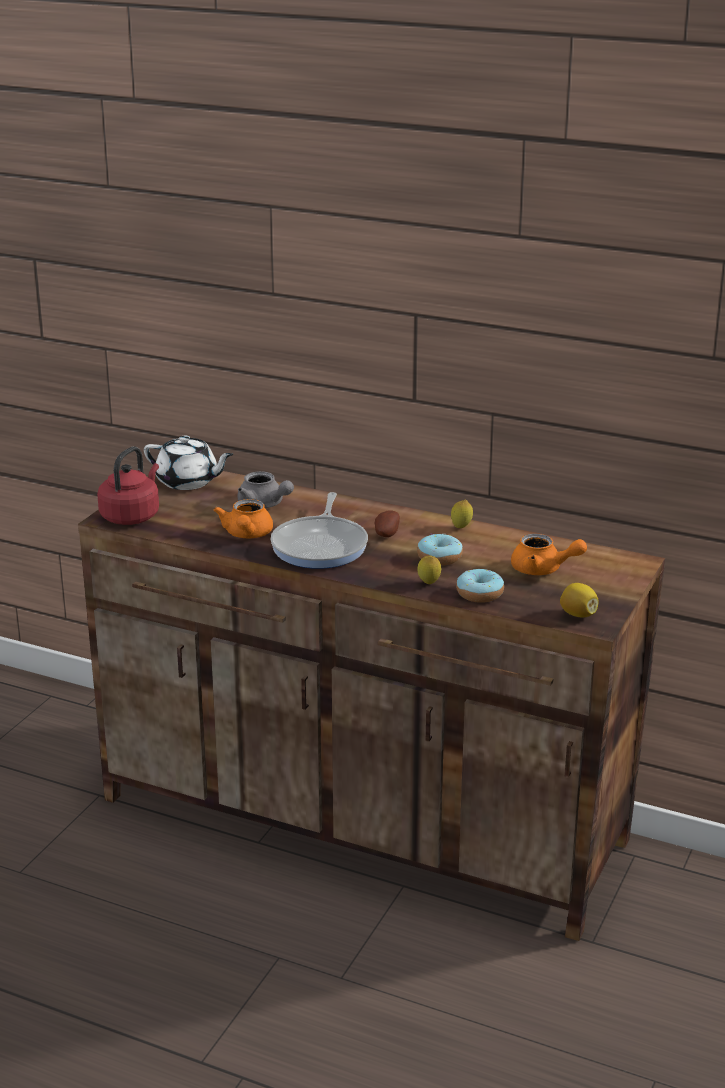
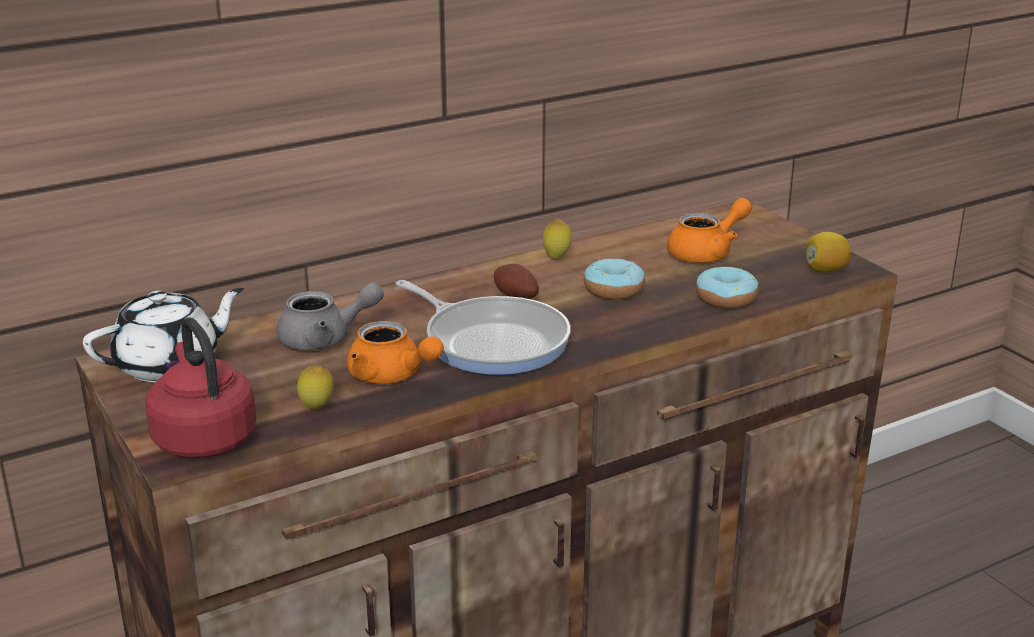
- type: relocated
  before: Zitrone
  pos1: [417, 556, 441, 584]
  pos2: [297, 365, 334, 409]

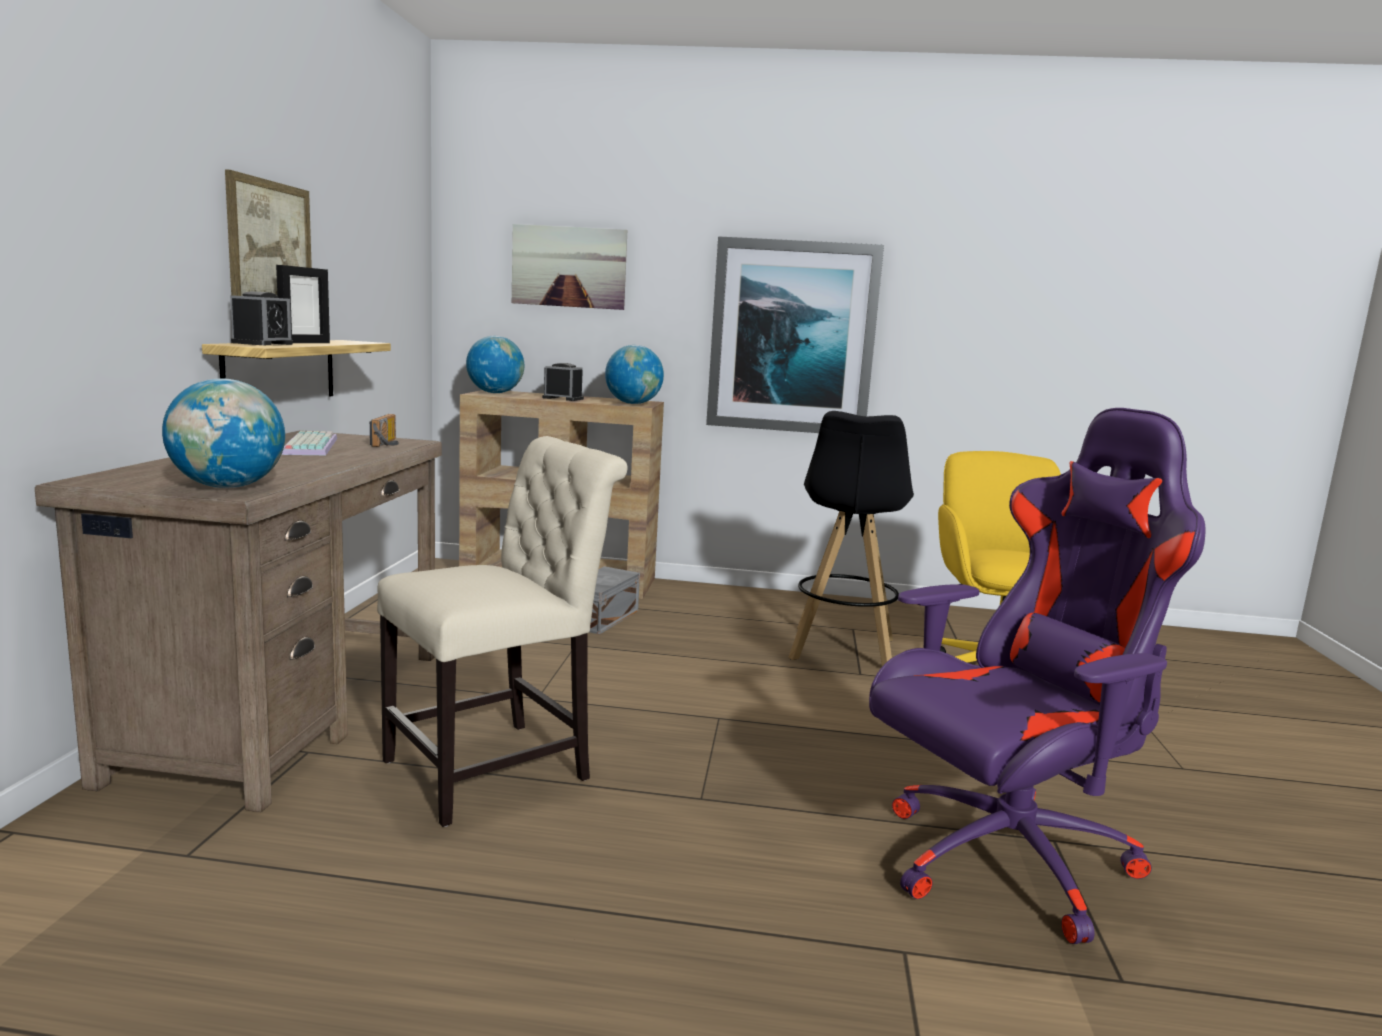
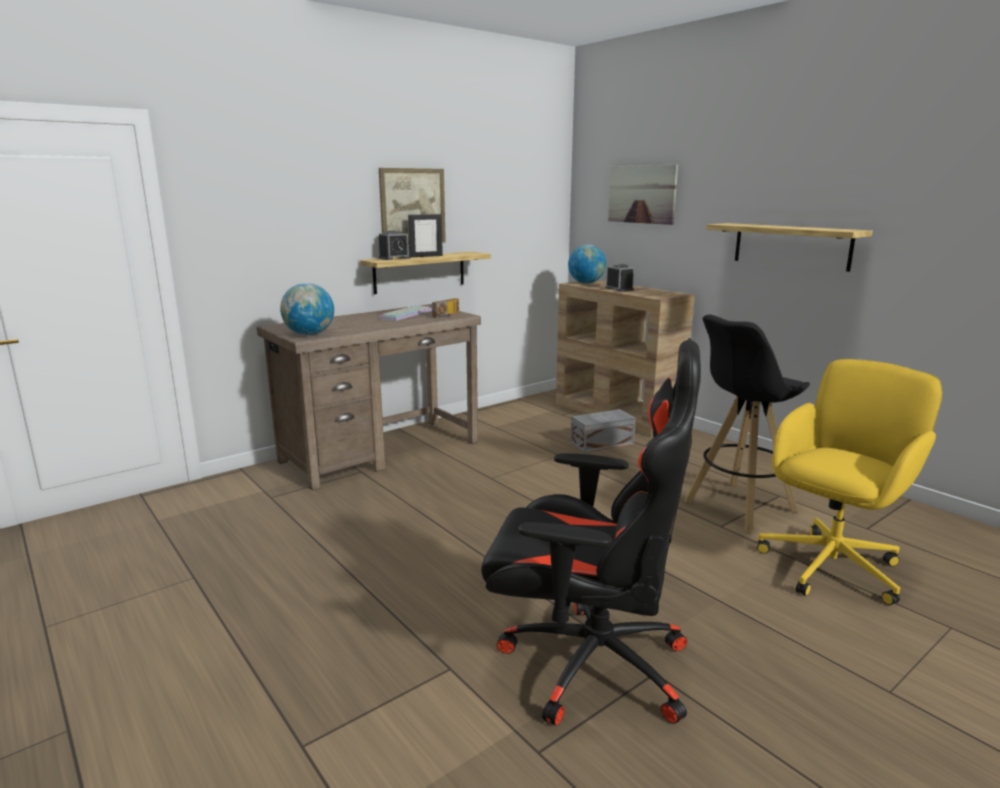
- type: colour
  before: Bürostuhl (lila)
  after: Bürostuhl (schwarz)
  pos1: [869, 408, 1205, 944]
  pos2: [481, 338, 701, 726]
- type: exchanged
  before: Bild
  after: Wandregal
  pos1: [706, 236, 884, 433]
  pos2: [706, 223, 873, 272]
- type: missing
  before: Stuhl (beige)
  pos1: [377, 436, 628, 827]
- type: missing
  before: Globus
  pos1: [605, 345, 664, 404]

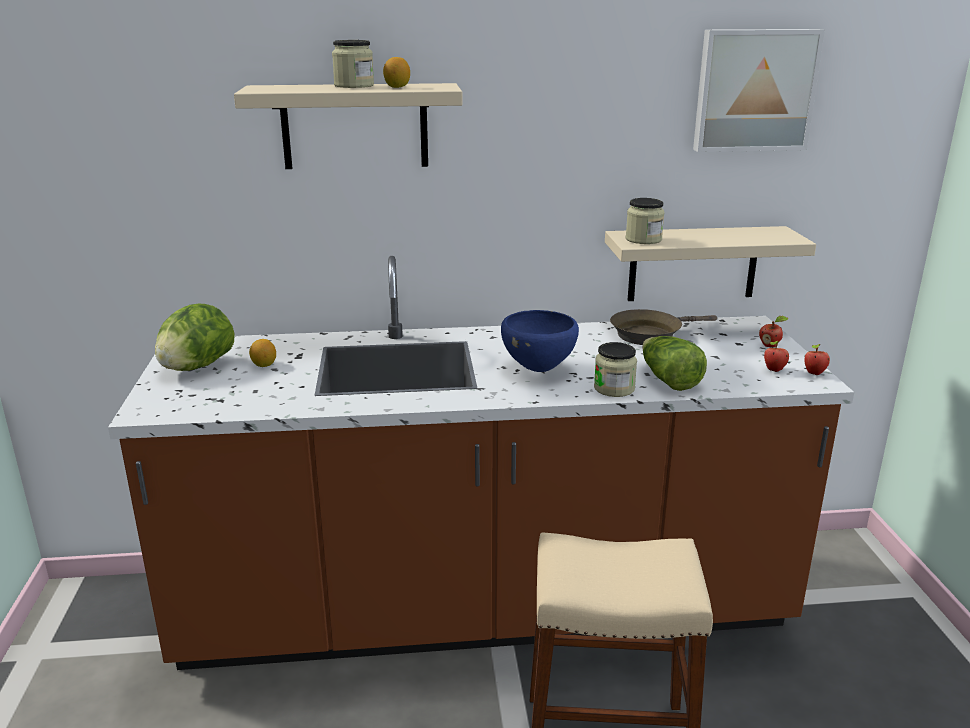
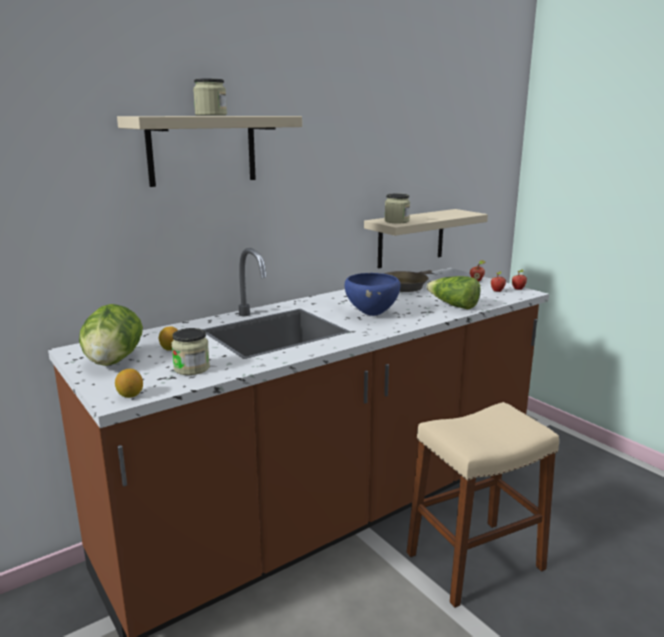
- type: relocated
  before: Zitrone
  pos1: [383, 57, 410, 88]
  pos2: [115, 369, 143, 398]
- type: relocated
  before: Vorratsglas
  pos1: [594, 342, 637, 397]
  pos2: [171, 328, 210, 375]
- type: missing
  before: Bild
  pos1: [693, 29, 825, 152]

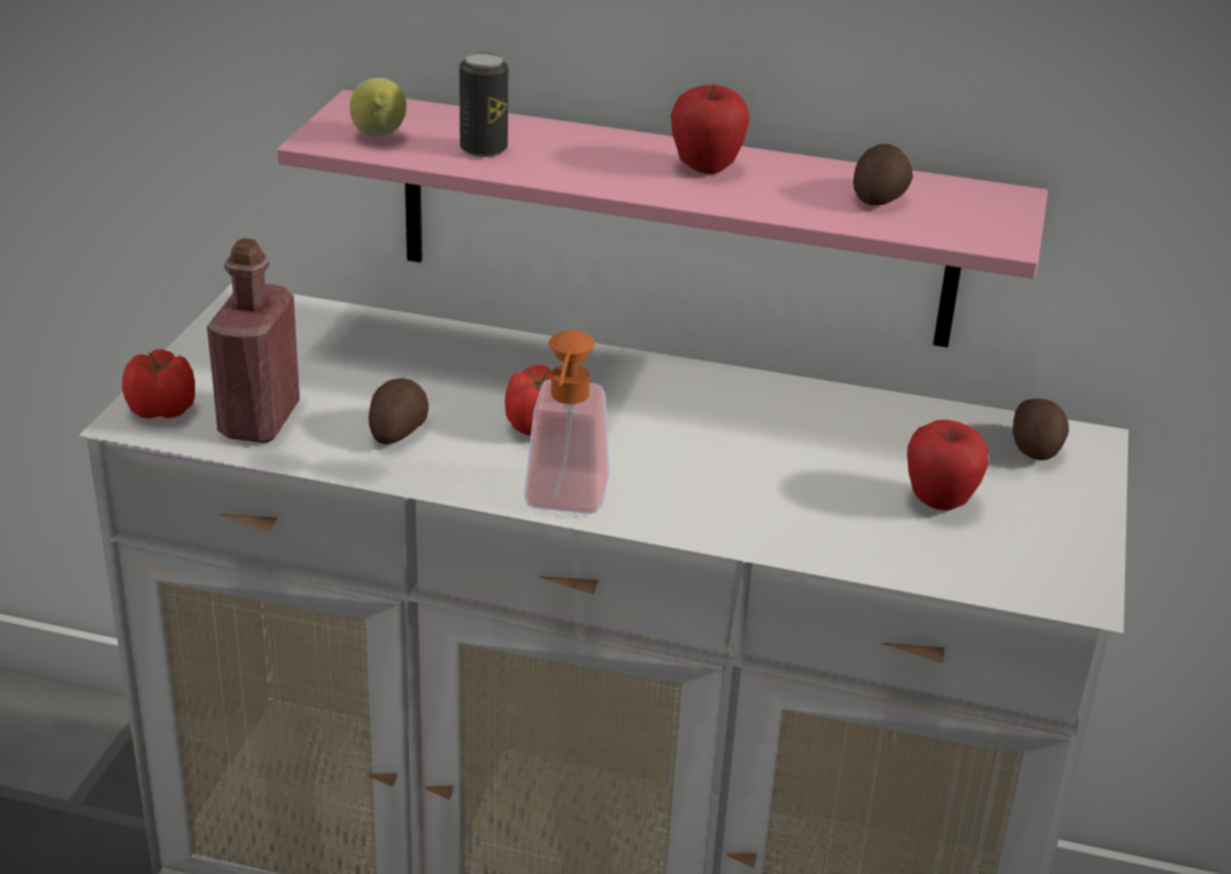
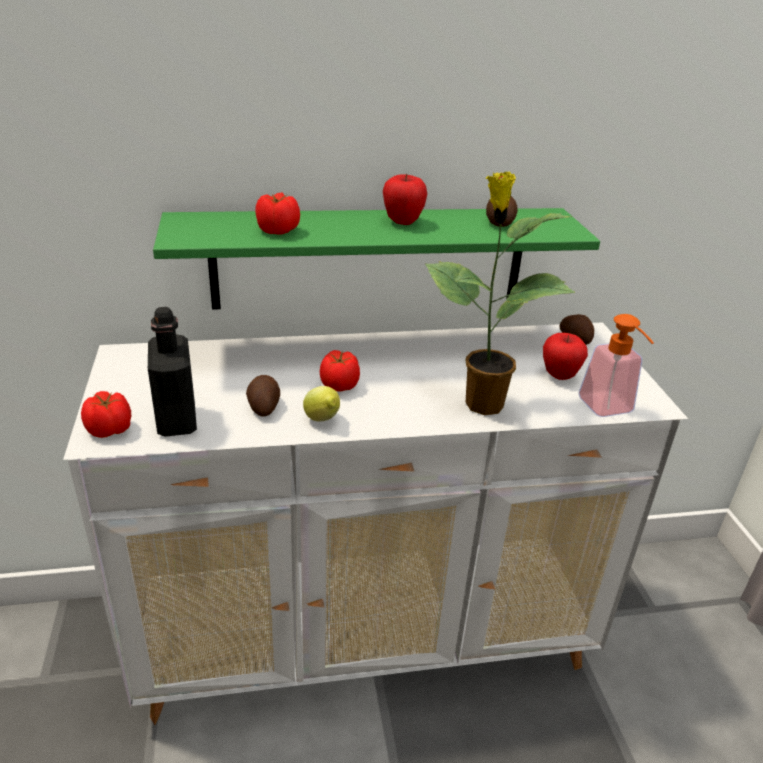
- type: colour
  before: Flasche (rot)
  after: Flasche (schwarz)
  pos1: [207, 238, 300, 443]
  pos2: [148, 307, 197, 437]
- type: colour
  before: Wandregal (rosa)
  after: Wandregal (grün)
  pos1: [277, 90, 1048, 348]
  pos2: [153, 208, 600, 310]
- type: exchanged
  before: Dose
  after: Tomate
  pos1: [459, 52, 508, 157]
  pos2: [255, 192, 300, 235]
- type: relocated
  before: Zitrone
  pos1: [350, 78, 407, 137]
  pos2: [303, 386, 340, 421]
- type: appeared
  after: Topfpflanze
  pos2: [425, 172, 575, 415]
- type: relocated
  before: Seifenspender
  pos1: [524, 330, 609, 514]
  pos2: [579, 314, 654, 417]

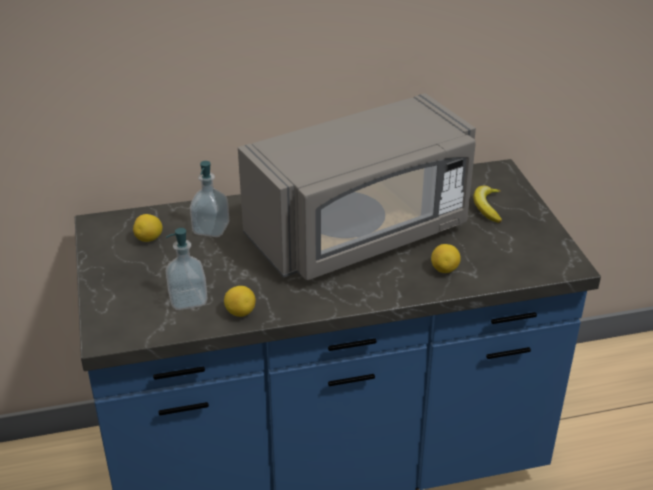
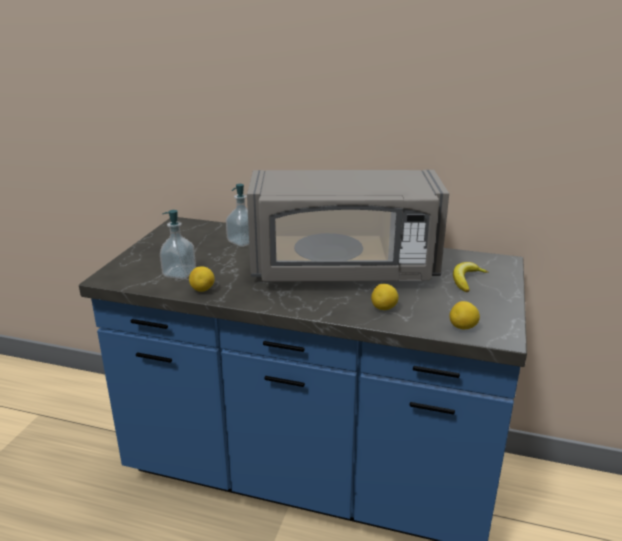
- type: relocated
  before: Zitrone
  pos1: [133, 214, 162, 242]
  pos2: [450, 301, 480, 329]

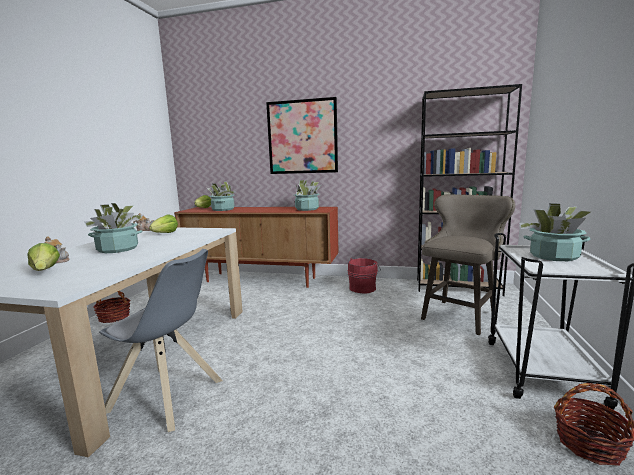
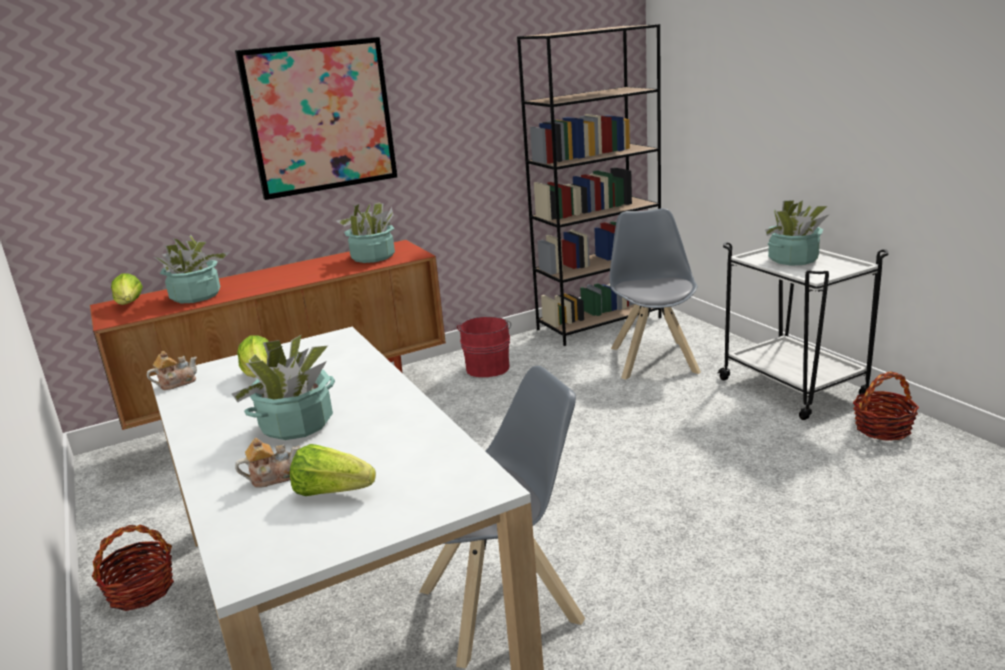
- type: exchanged
  before: Hocker (beige)
  after: Stuhl (grau)
  pos1: [421, 194, 515, 335]
  pos2: [610, 208, 701, 380]

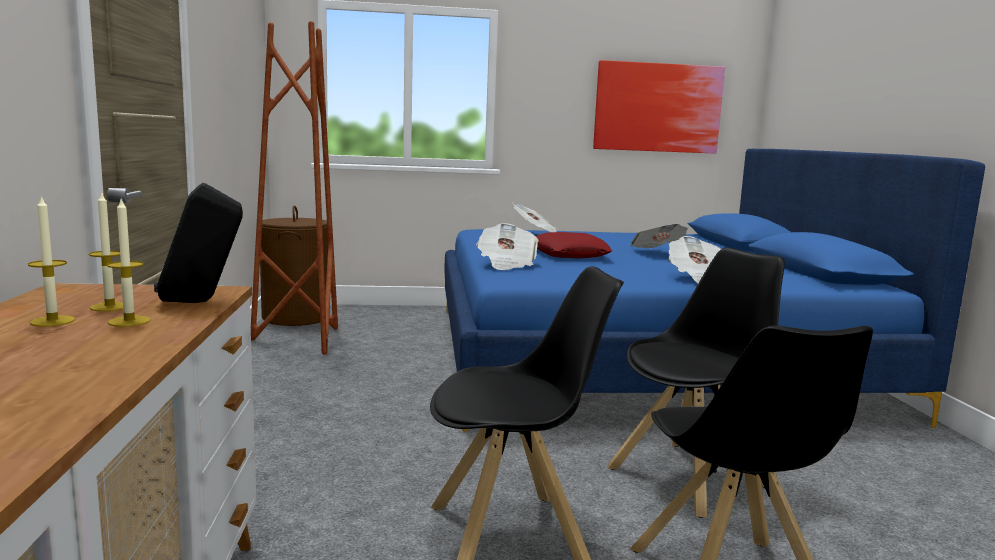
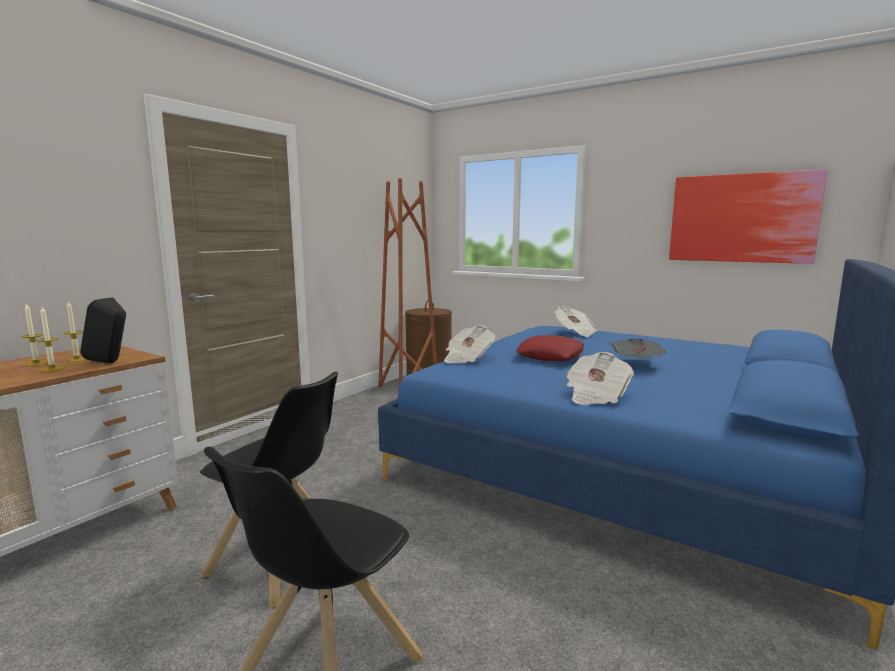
- type: missing
  before: Stuhl (schwarz)
  pos1: [608, 248, 785, 518]

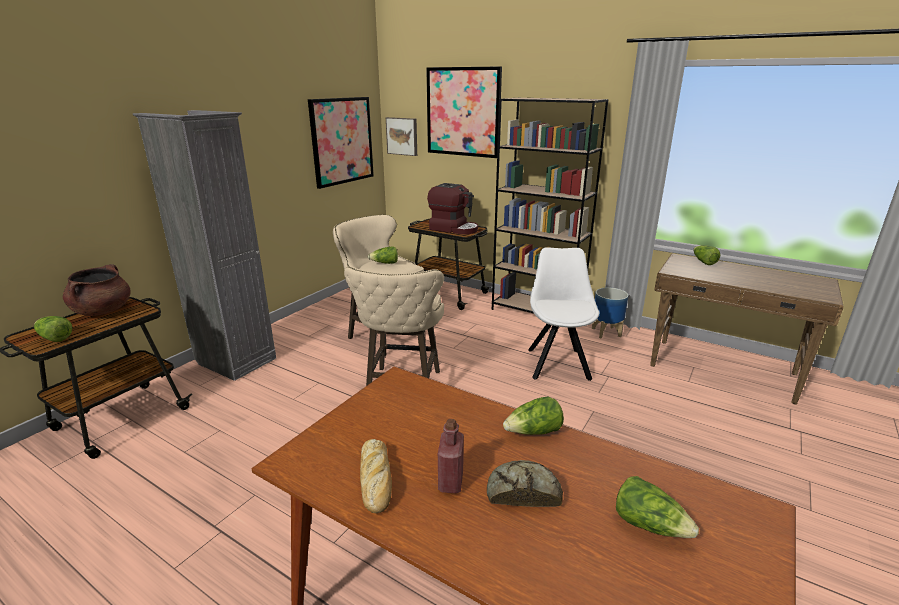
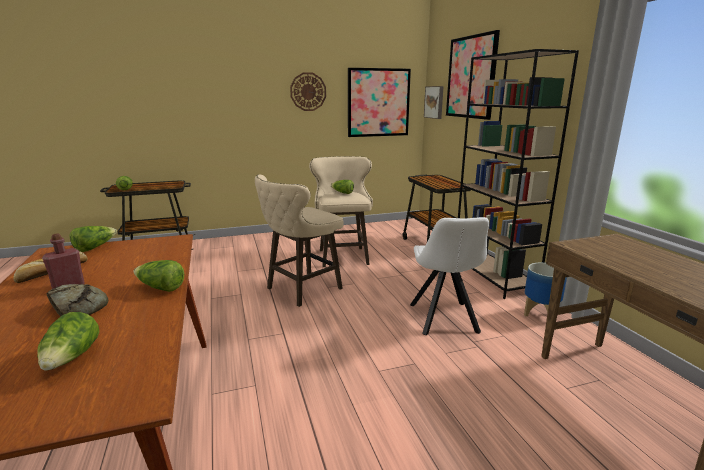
- type: relocated
  before: Salatkopf
  pos1: [694, 245, 720, 265]
  pos2: [70, 226, 117, 252]
- type: appeared
  after: Wanduhr
  pos2: [290, 72, 326, 111]
- type: spun
  before: Stuhl (weiß)
  pos1: [528, 247, 599, 381]
  pos2: [410, 217, 489, 335]
  turn: 135
- type: missing
  before: Kochtopf (braun)
  pos1: [63, 264, 131, 316]
- type: missing
  before: Schrank (grau)
  pos1: [132, 110, 276, 381]
- type: missing
  before: Kaffeemaschine
  pos1: [427, 183, 478, 235]

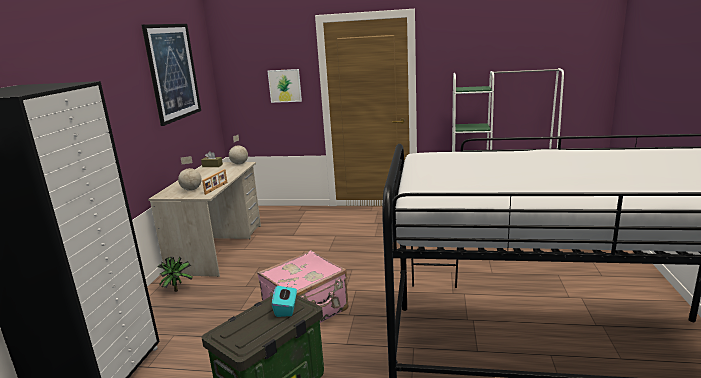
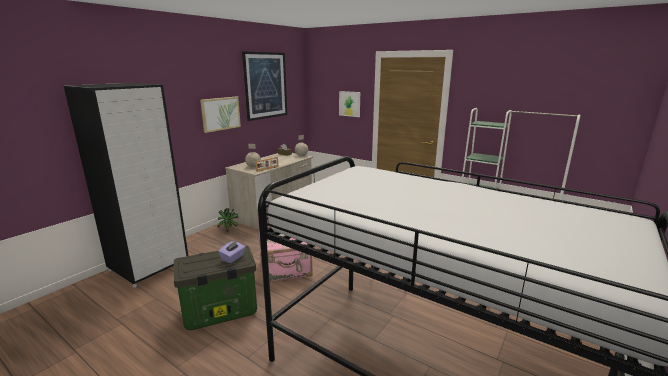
- type: appeared
  after: Bild
  pos2: [200, 96, 241, 133]
- type: colour
  before: Taschentuchbox (türkis)
  after: Taschentuchbox (lila)
  pos1: [272, 285, 297, 317]
  pos2: [218, 241, 245, 263]

